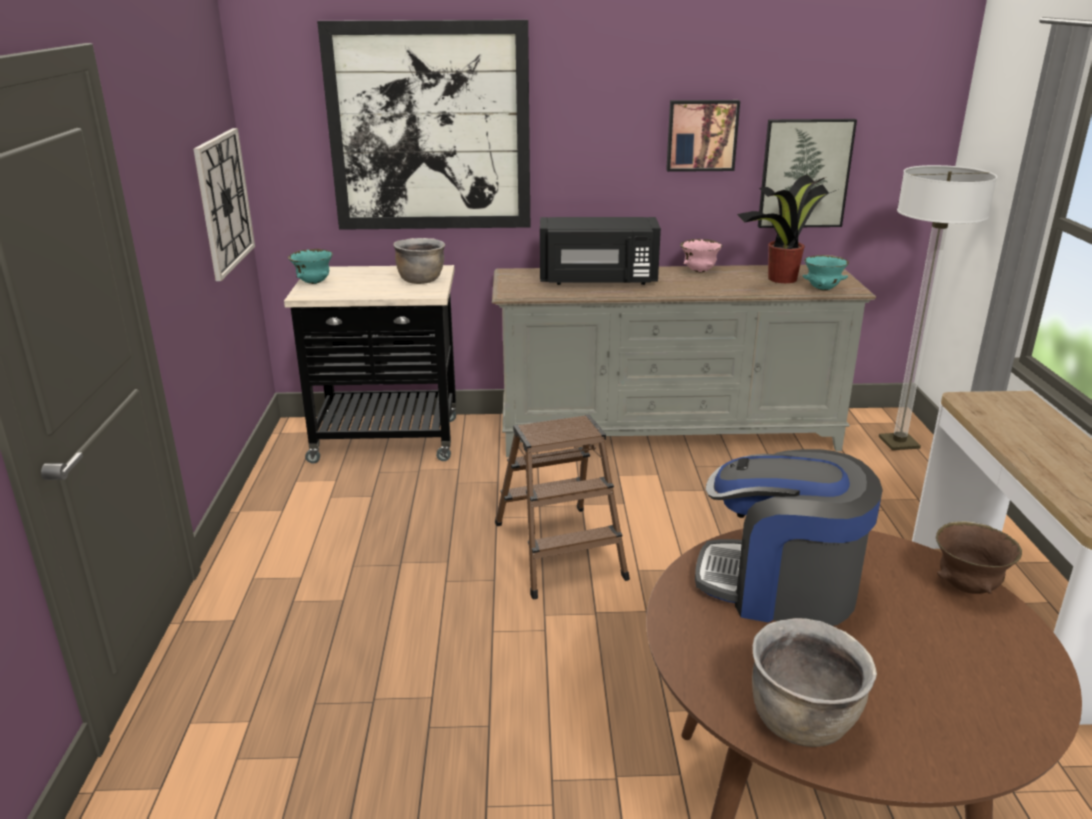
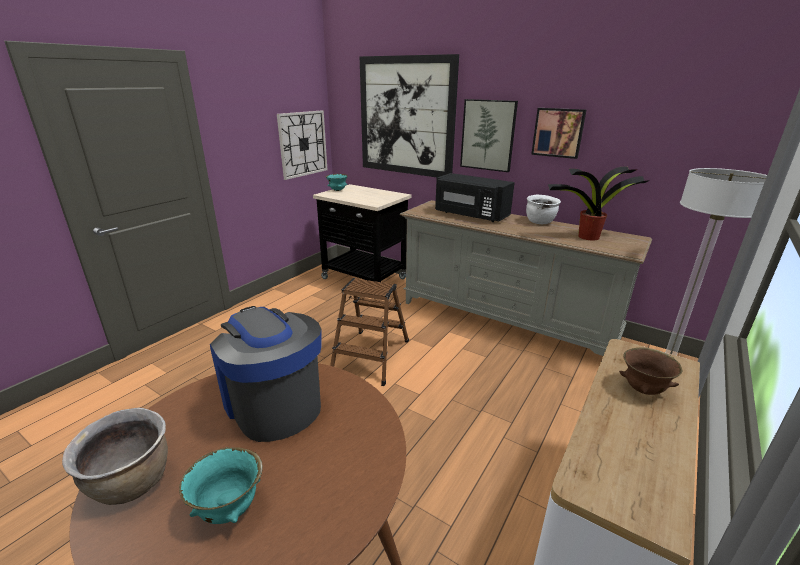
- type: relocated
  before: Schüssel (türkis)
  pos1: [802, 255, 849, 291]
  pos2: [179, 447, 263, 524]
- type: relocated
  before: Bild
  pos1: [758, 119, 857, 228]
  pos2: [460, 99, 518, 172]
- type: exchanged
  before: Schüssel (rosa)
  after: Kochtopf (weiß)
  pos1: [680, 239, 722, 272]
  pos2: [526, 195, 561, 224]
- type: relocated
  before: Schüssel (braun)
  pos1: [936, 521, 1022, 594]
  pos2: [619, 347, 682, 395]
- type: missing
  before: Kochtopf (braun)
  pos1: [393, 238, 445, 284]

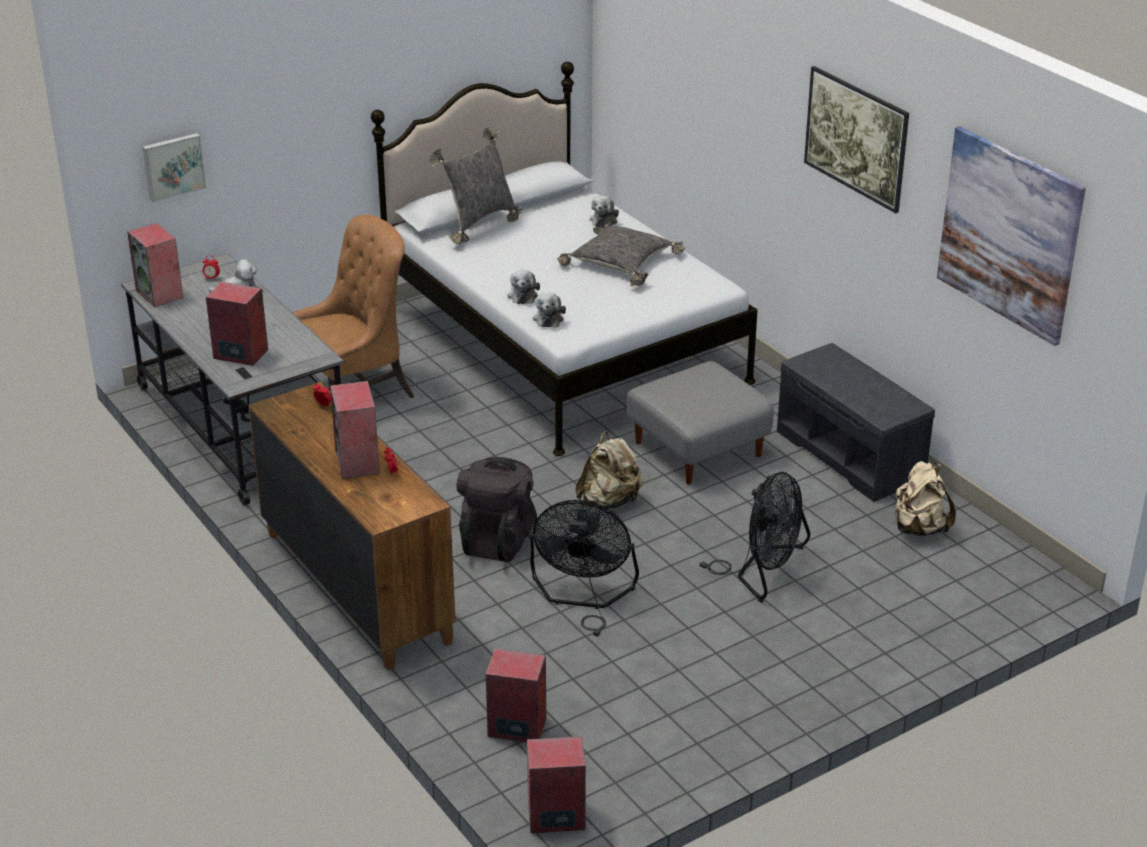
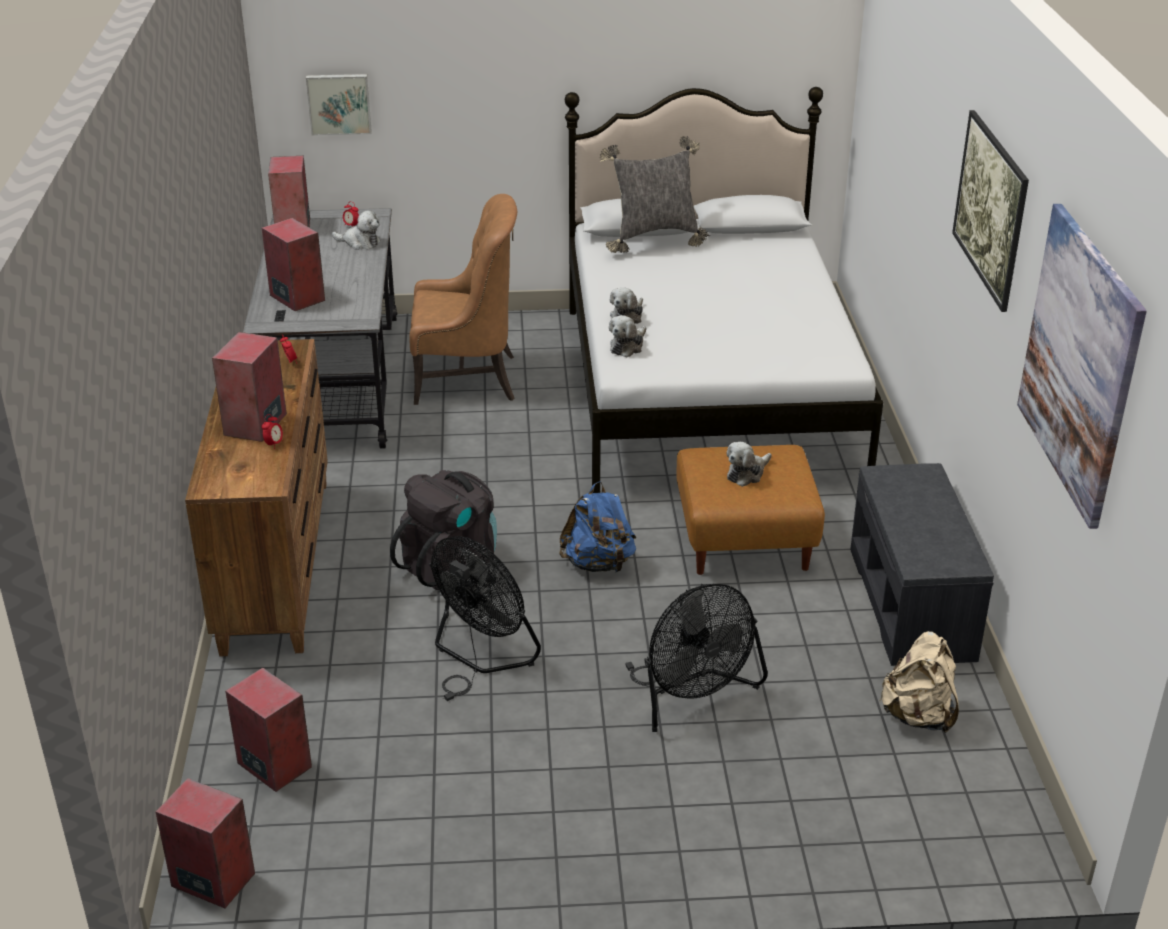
- type: colour
  before: Rucksack (beige)
  after: Rucksack (blau)
  pos1: [575, 431, 644, 509]
  pos2: [559, 481, 636, 572]
- type: colour
  before: Polsterhocker (grau)
  after: Polsterhocker (braun)
  pos1: [627, 361, 774, 485]
  pos2: [676, 445, 825, 575]
- type: relocated
  before: Plüschtier
  pos1: [590, 196, 619, 227]
  pos2: [726, 442, 772, 487]
- type: missing
  before: Kissen
  pos1: [557, 223, 685, 286]

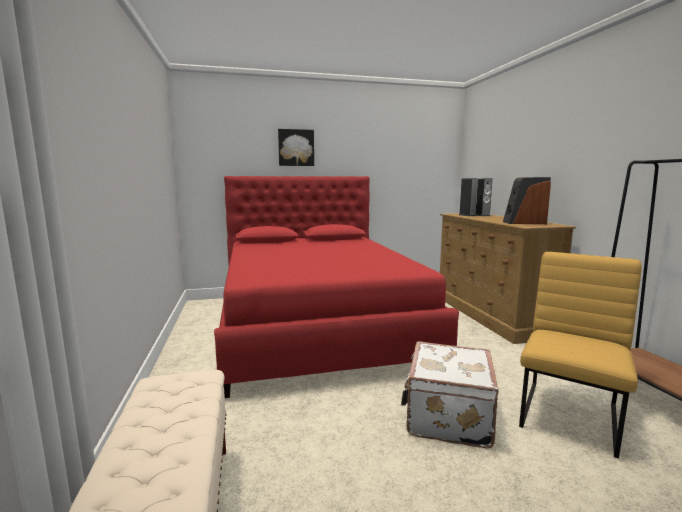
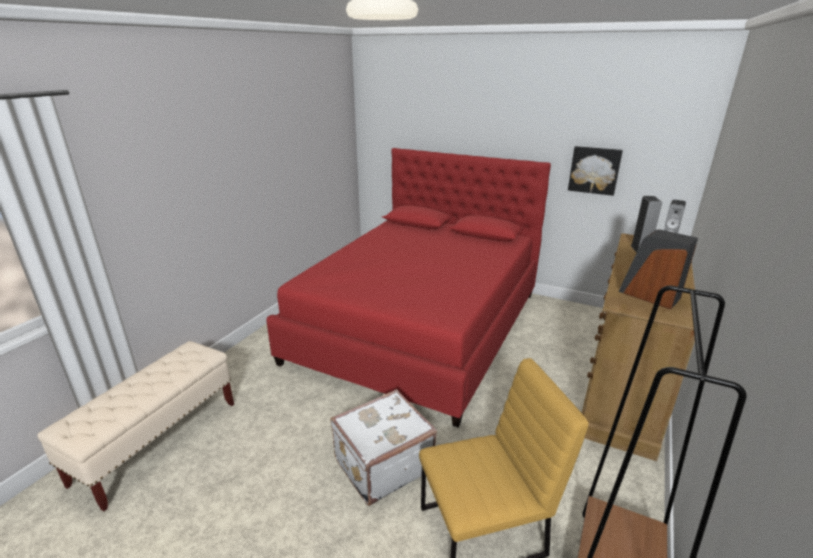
- type: relocated
  before: Bild
  pos1: [278, 129, 314, 166]
  pos2: [568, 146, 623, 196]

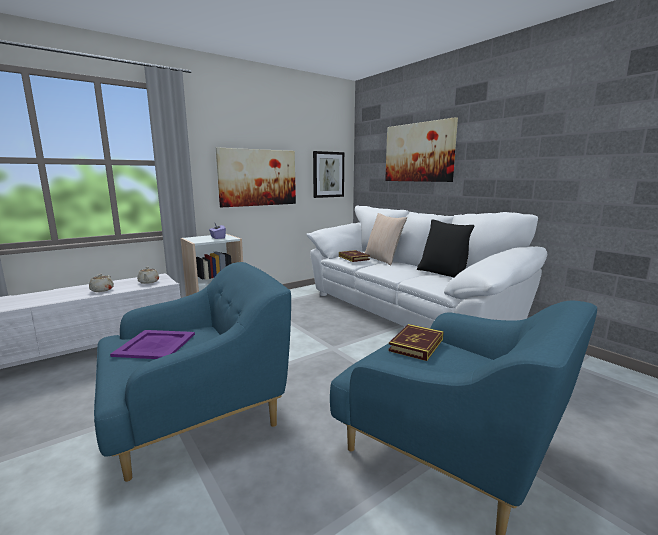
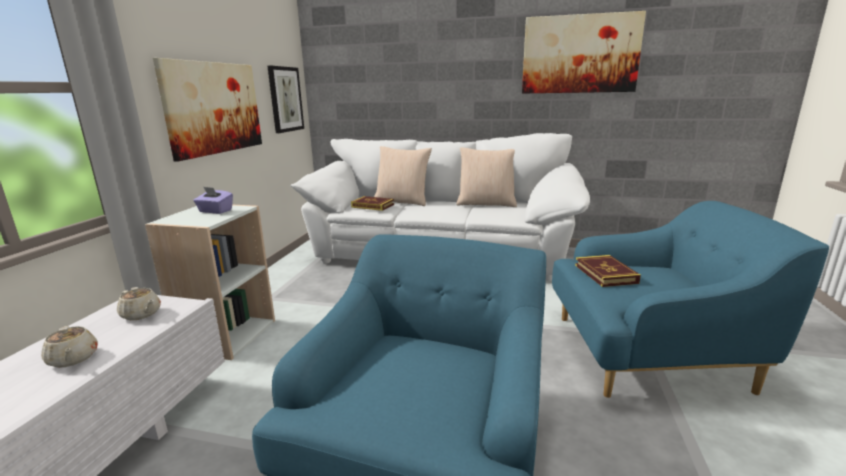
- type: colour
  before: Kissen (schwarz)
  after: Kissen (beige)
  pos1: [417, 219, 474, 278]
  pos2: [456, 147, 517, 207]
- type: relocated
  before: Bild
  pos1: [385, 117, 458, 182]
  pos2: [522, 11, 646, 93]
- type: missing
  before: Tablett (lila)
  pos1: [110, 330, 195, 359]

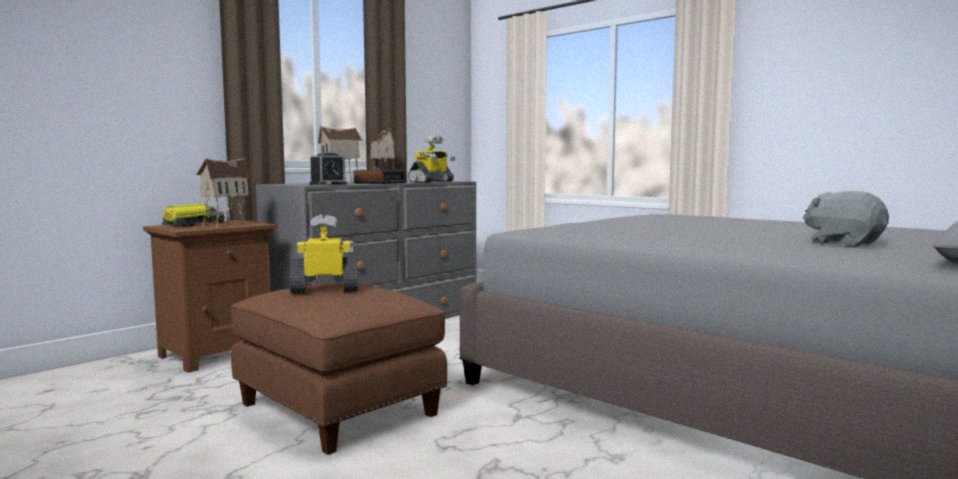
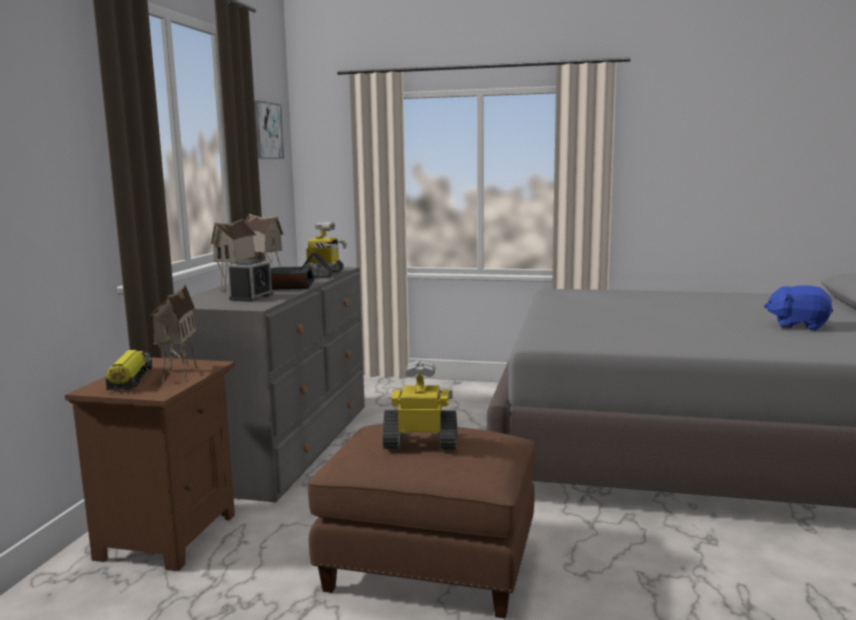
- type: appeared
  after: Bild
  pos2: [254, 100, 284, 159]
- type: spun
  before: Spielzeugroboter
  pos1: [290, 215, 358, 293]
  pos2: [383, 360, 457, 450]
  turn: 45
- type: colour
  before: Plüschtier (grau)
  after: Plüschtier (blau)
  pos1: [803, 191, 889, 246]
  pos2: [764, 285, 833, 330]

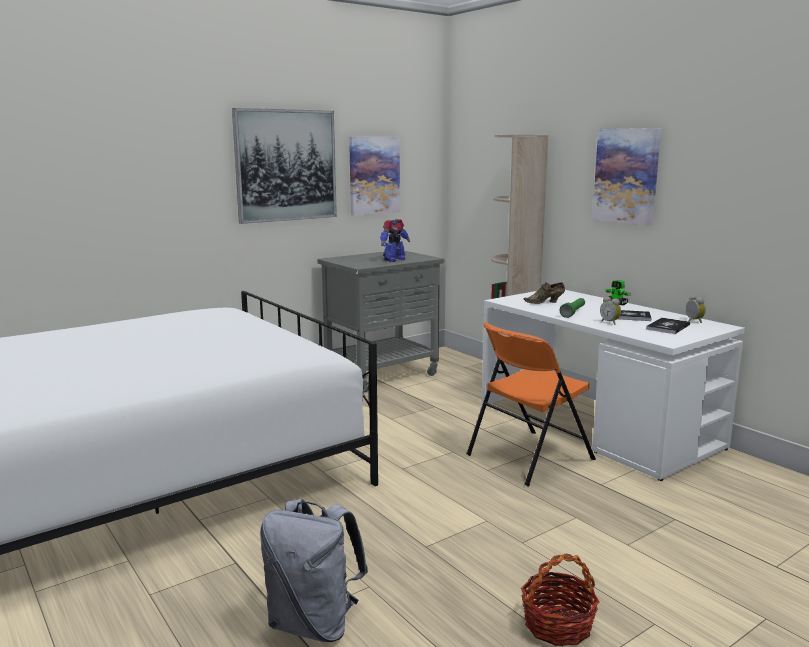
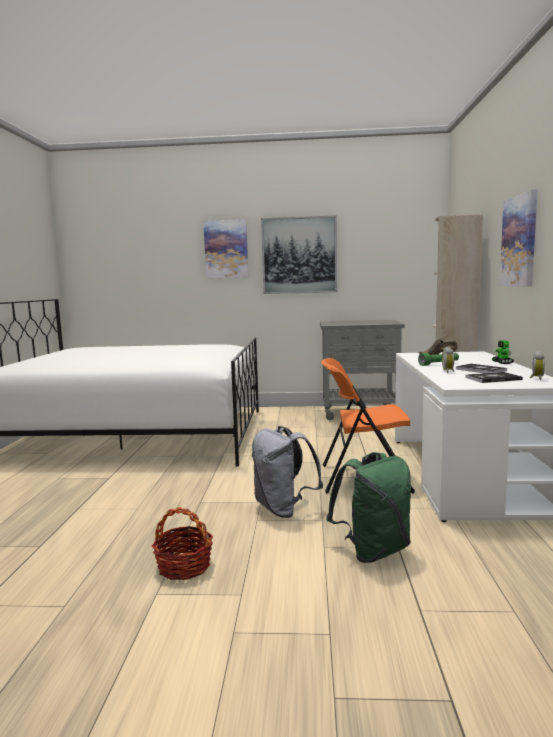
- type: relocated
  before: Bild
  pos1: [349, 137, 400, 216]
  pos2: [203, 219, 248, 279]
- type: relocated
  before: Rucksack (grau)
  pos1: [260, 499, 368, 642]
  pos2: [252, 426, 323, 518]
- type: appeared
  after: Rucksack (grün)
  pos2: [326, 452, 411, 563]
- type: missing
  before: Spielzeugroboter
  pos1: [380, 219, 410, 262]

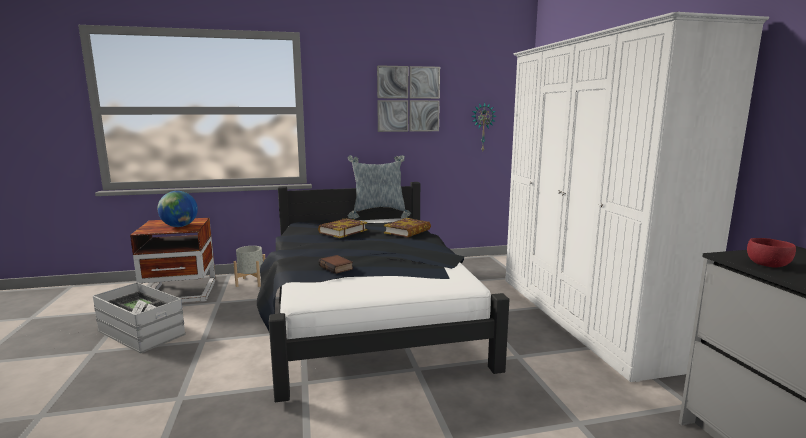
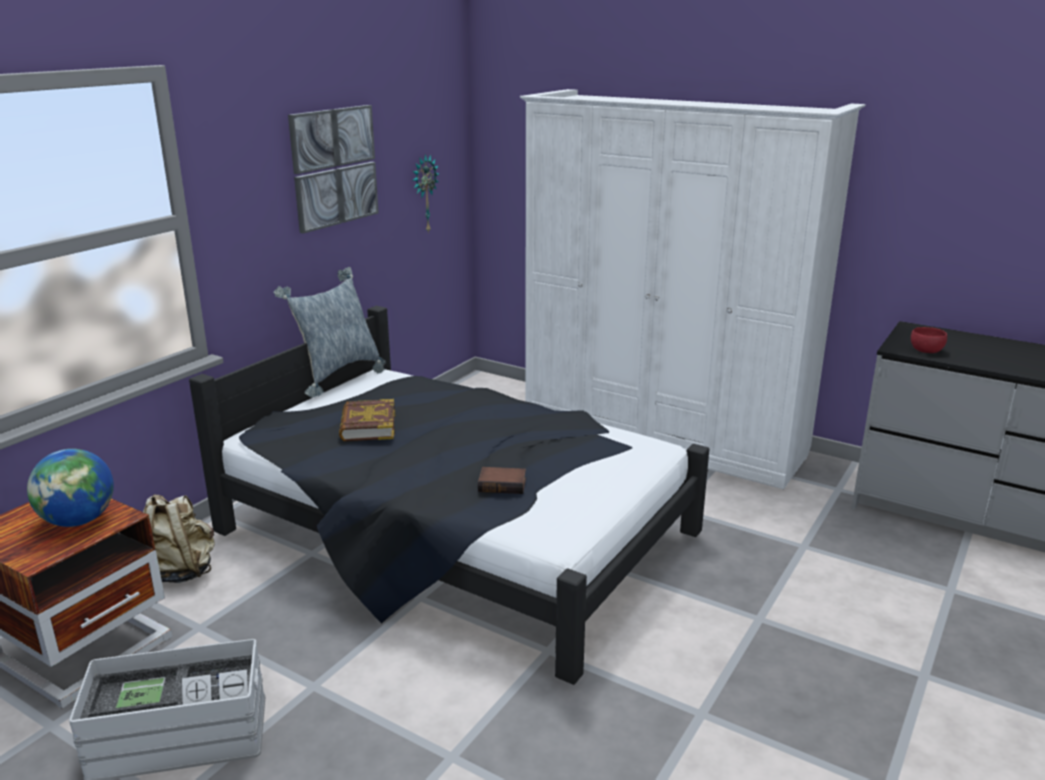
- type: exchanged
  before: Pflanzkübel (grau)
  after: Rucksack (beige)
  pos1: [233, 246, 265, 287]
  pos2: [143, 494, 215, 583]
- type: missing
  before: Buch
  pos1: [384, 218, 431, 238]

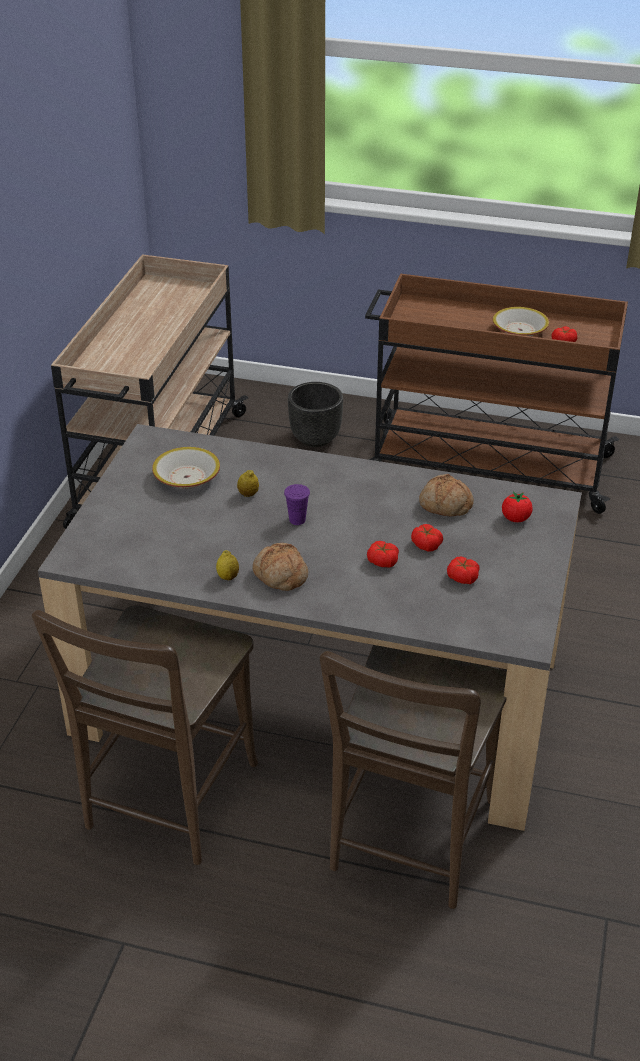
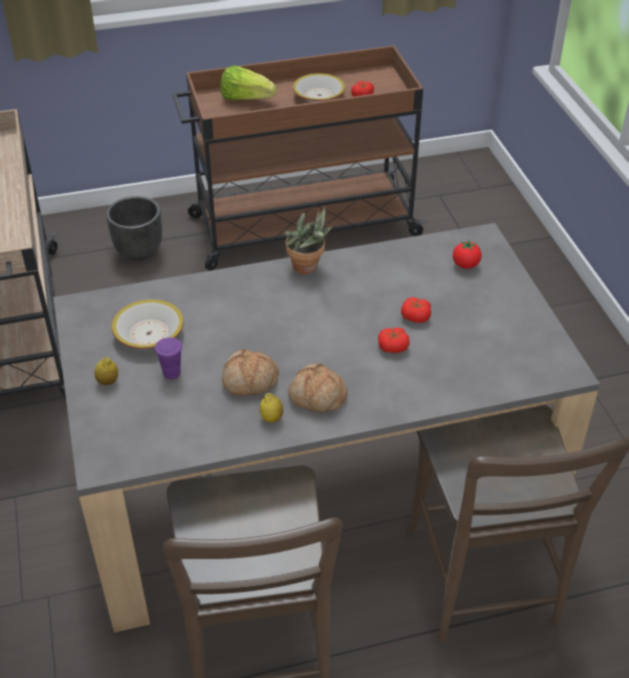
- type: relocated
  before: Zitrone
  pos1: [237, 470, 259, 497]
  pos2: [94, 357, 118, 385]
- type: relocated
  before: Tasse (lila)
  pos1: [284, 484, 310, 525]
  pos2: [155, 337, 182, 380]
- type: appeared
  after: Salatkopf
  pos2: [221, 65, 276, 100]
- type: relocated
  before: Brot
  pos1: [419, 474, 474, 516]
  pos2: [221, 349, 279, 396]
- type: appeared
  after: Topfpflanze
  pos2: [284, 207, 332, 274]
- type: missing
  before: Tomate
  pos1: [447, 557, 480, 584]

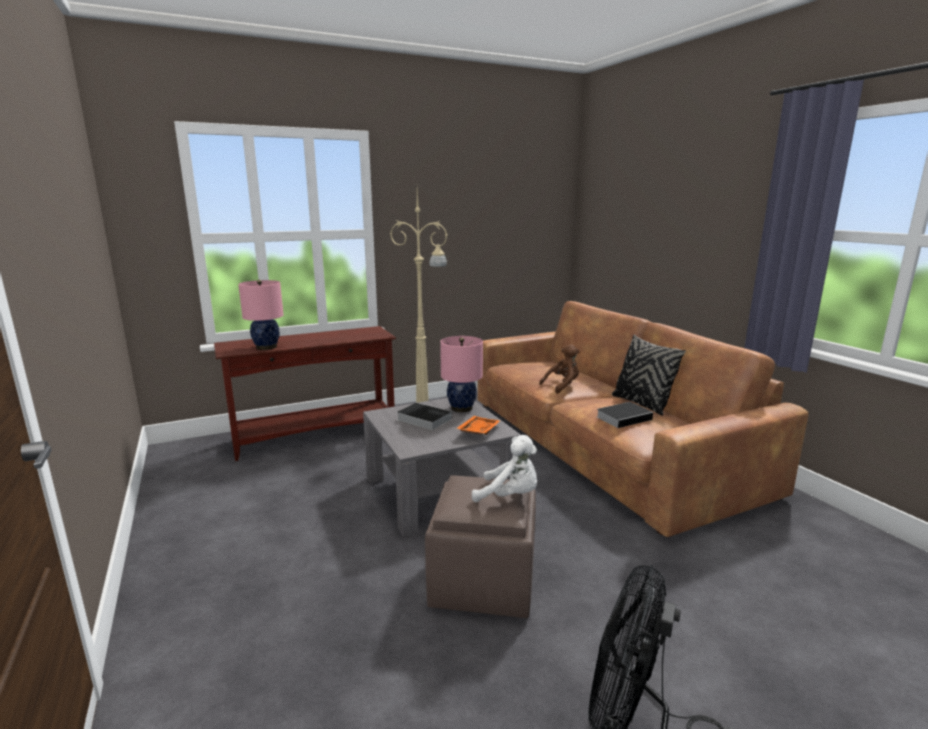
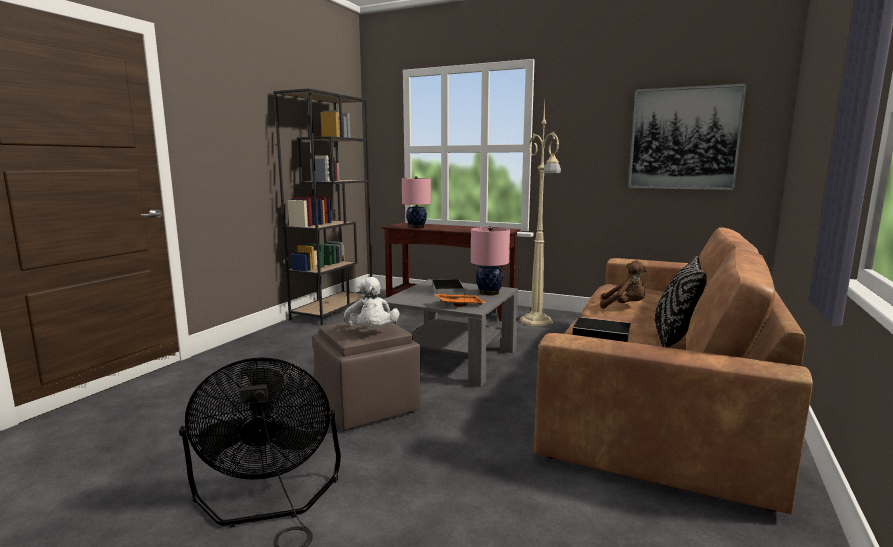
- type: appeared
  after: Bücherregal
  pos2: [274, 88, 372, 325]
- type: appeared
  after: Bild
  pos2: [628, 83, 747, 190]

